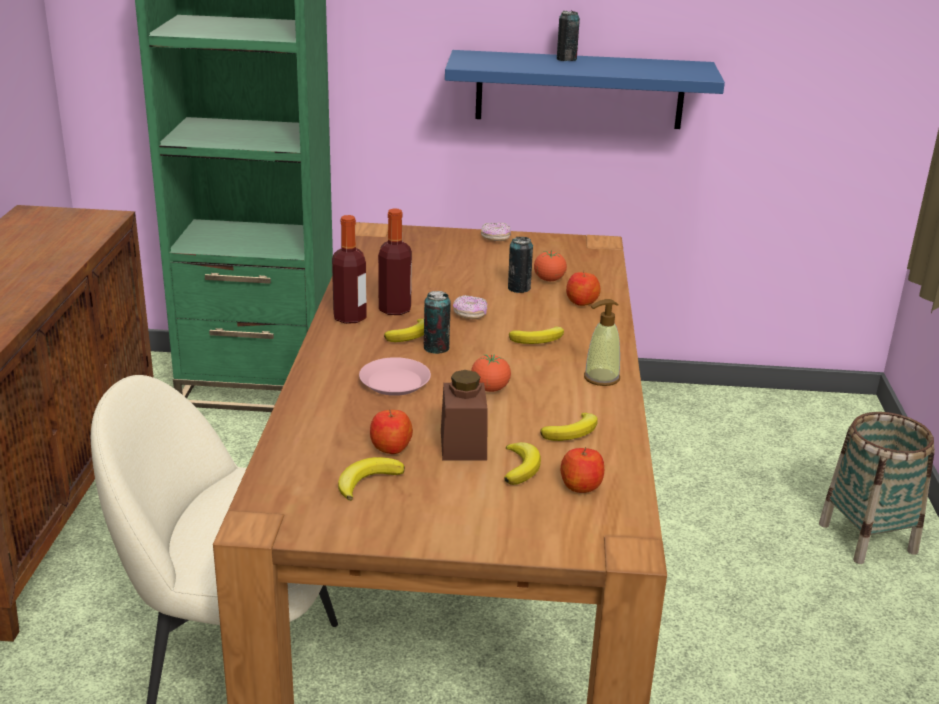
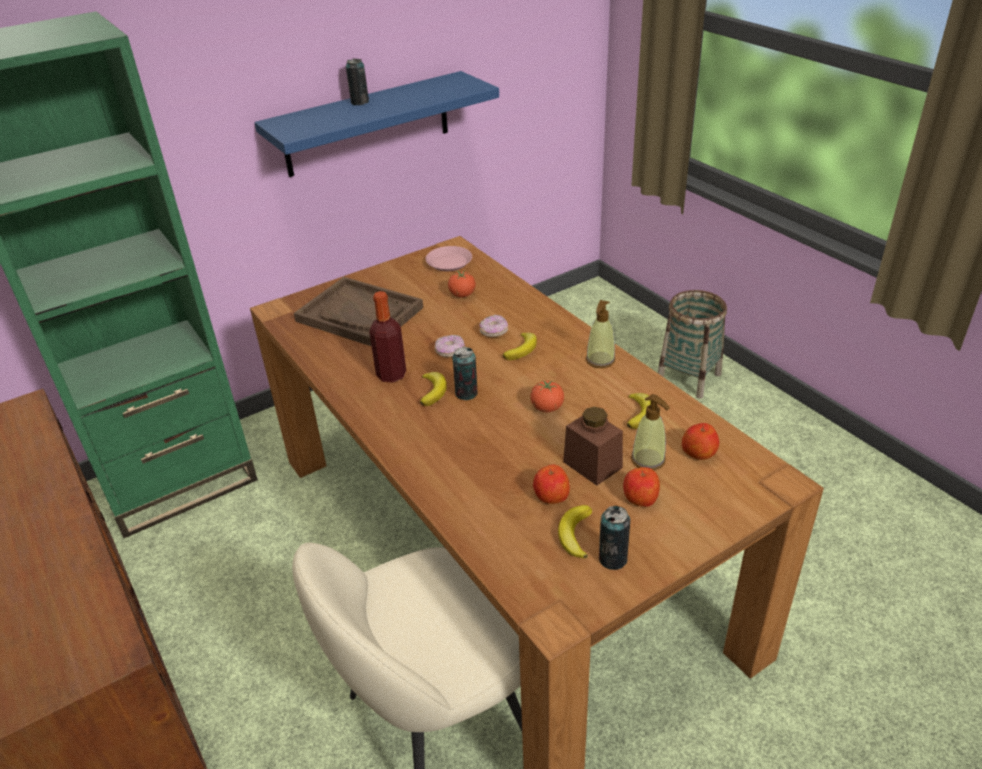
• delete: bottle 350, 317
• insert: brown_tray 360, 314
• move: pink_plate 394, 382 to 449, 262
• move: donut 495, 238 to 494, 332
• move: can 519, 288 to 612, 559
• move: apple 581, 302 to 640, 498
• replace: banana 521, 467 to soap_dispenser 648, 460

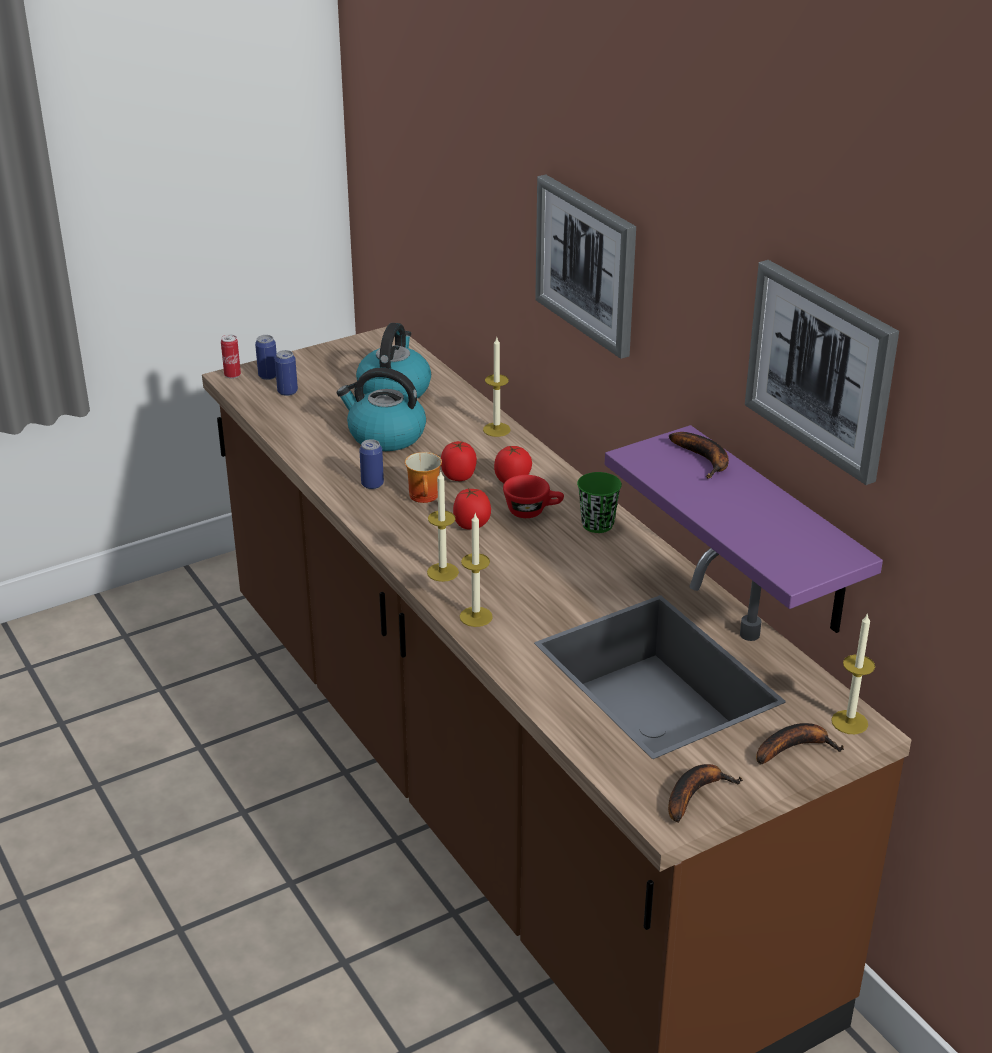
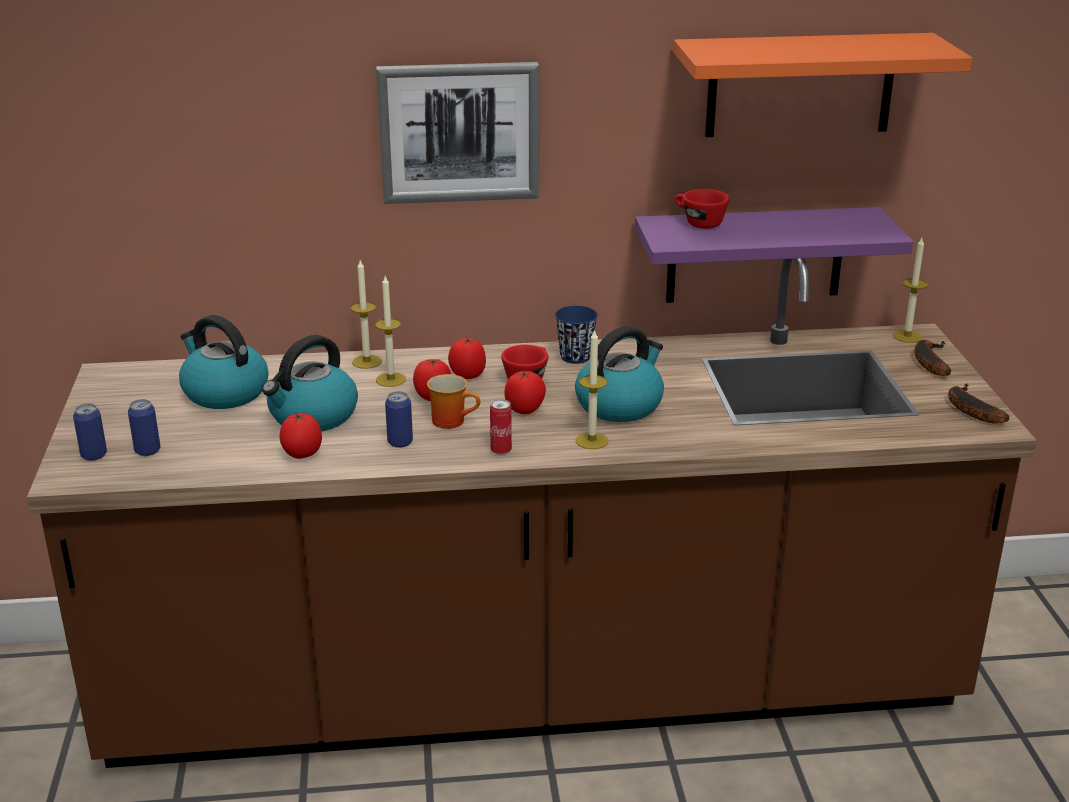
• insert: tomato 302, 455
• insert: kettle 619, 404
• move: can 232, 375 to 501, 450
• move: candle 476, 617 to 391, 379
• replace: banana 705, 460 to red_cup 698, 223
• replace: picture 821, 369 to orange_shelf 800, 85
• recolor: green_cup 597, 524 to blue_cup 575, 357

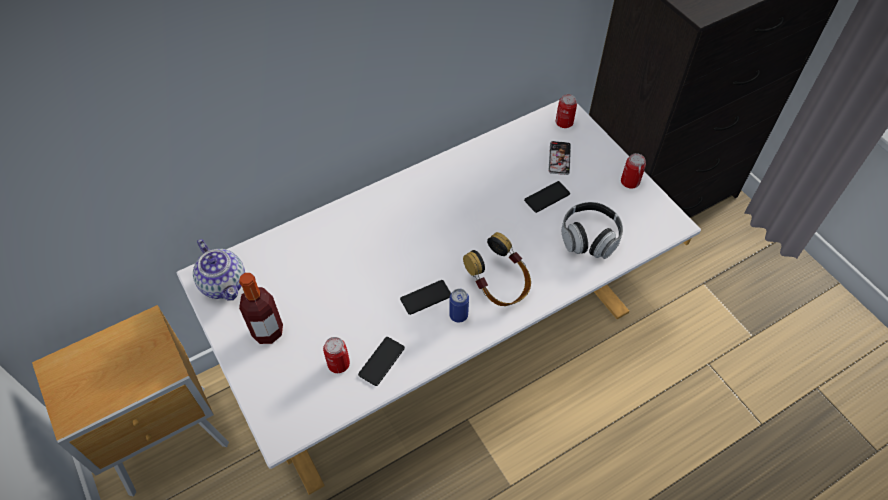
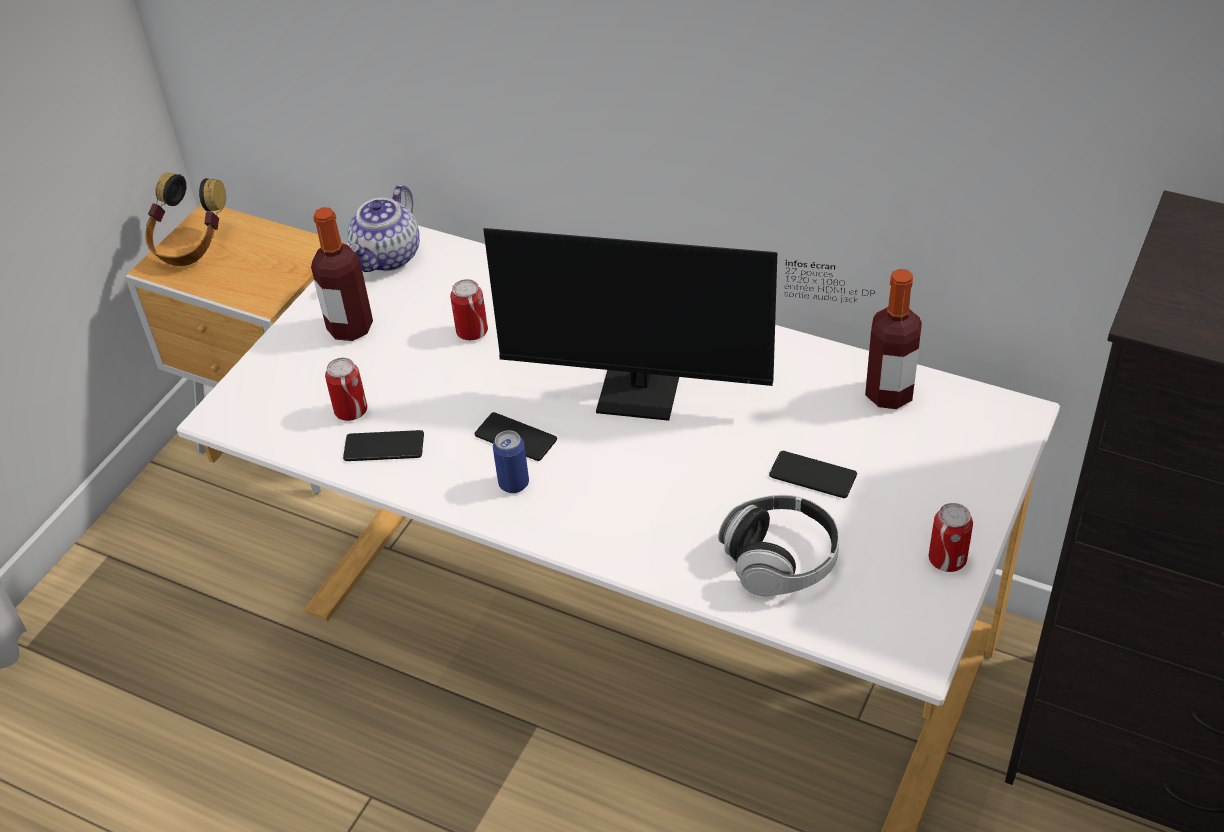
• delete: phone 559, 158
• insert: monitor 652, 395
• insert: bottle 889, 394
• move: headphones 499, 285 to 190, 245
• move: can 564, 123 to 472, 332

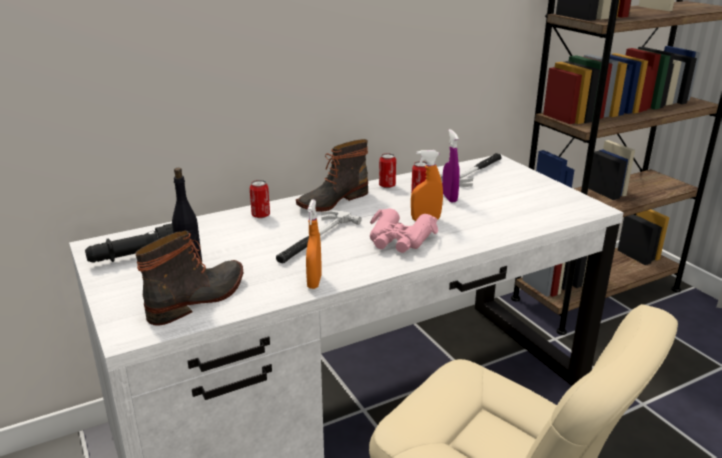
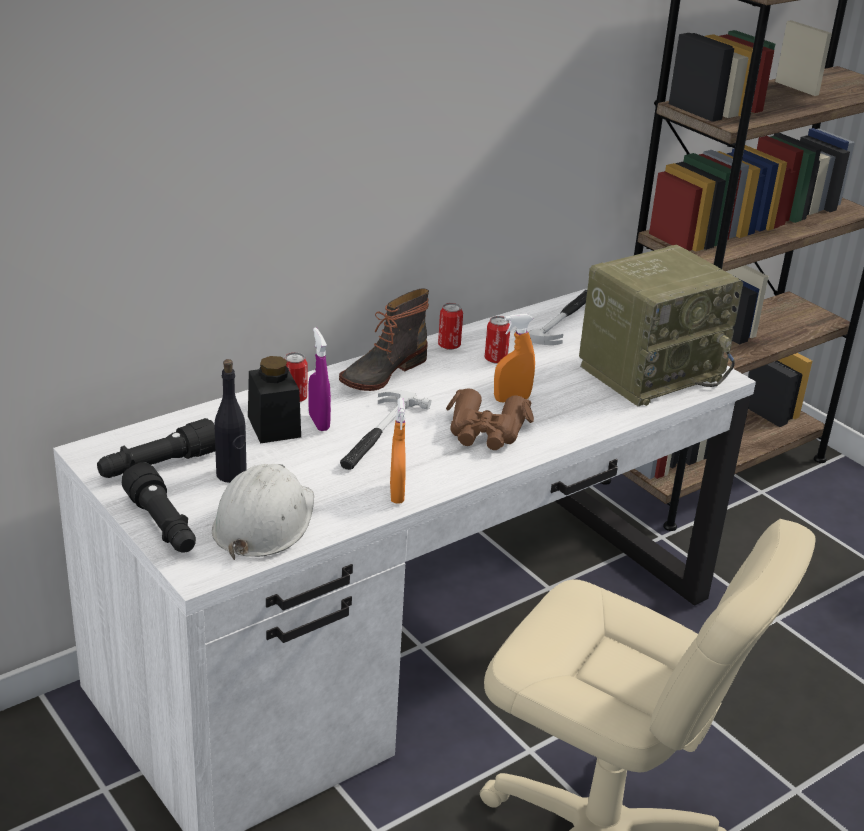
• insert: black_flashlight 163, 525
• insert: black_jar 274, 426
• insert: radio 651, 371
• move: purple_spray_bottle 449, 198 to 319, 422
• replace: boot 199, 298 to white_hard_hat 263, 522
• recolor: pink_binoculars 400, 240 to brown_binoculars 486, 431

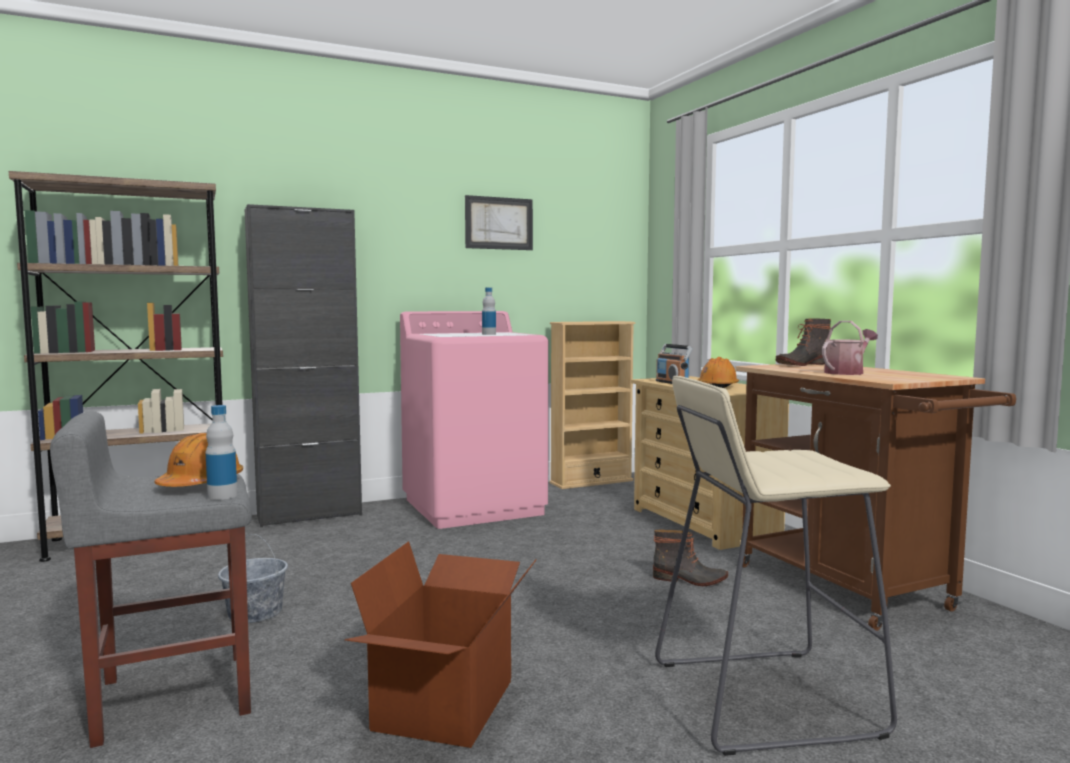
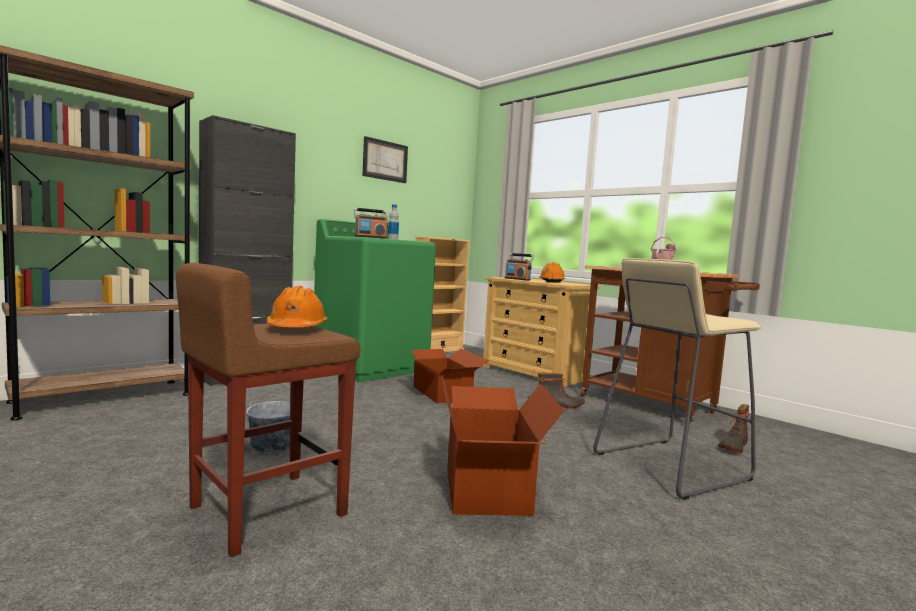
• delete: bottle 222, 496
• insert: radio 370, 237
• insert: cardboard_box 441, 393
• move: boot 802, 364 to 732, 446
• recolor: grey_stool 171, 697 to brown_stool 265, 511
• recolor: pink_washing_machine 474, 506 to green_washing_machine 371, 367

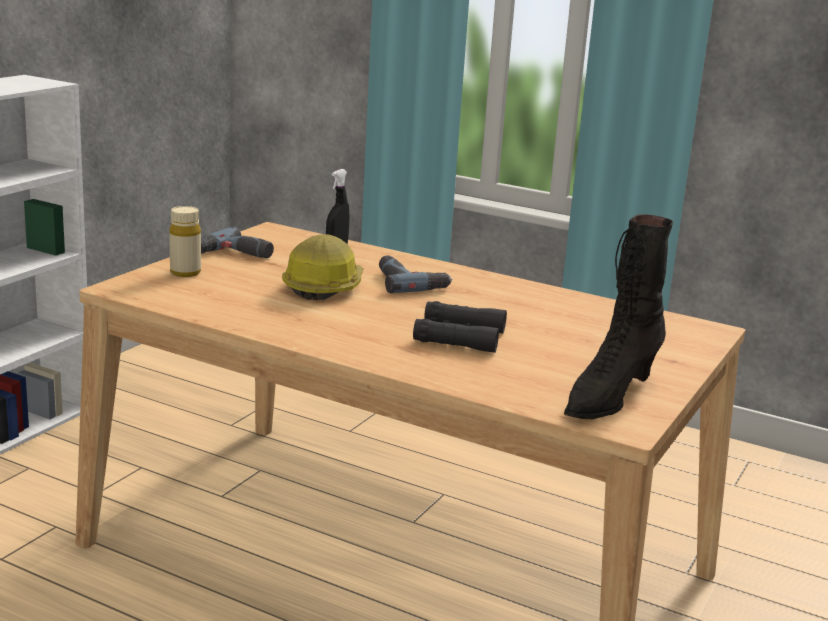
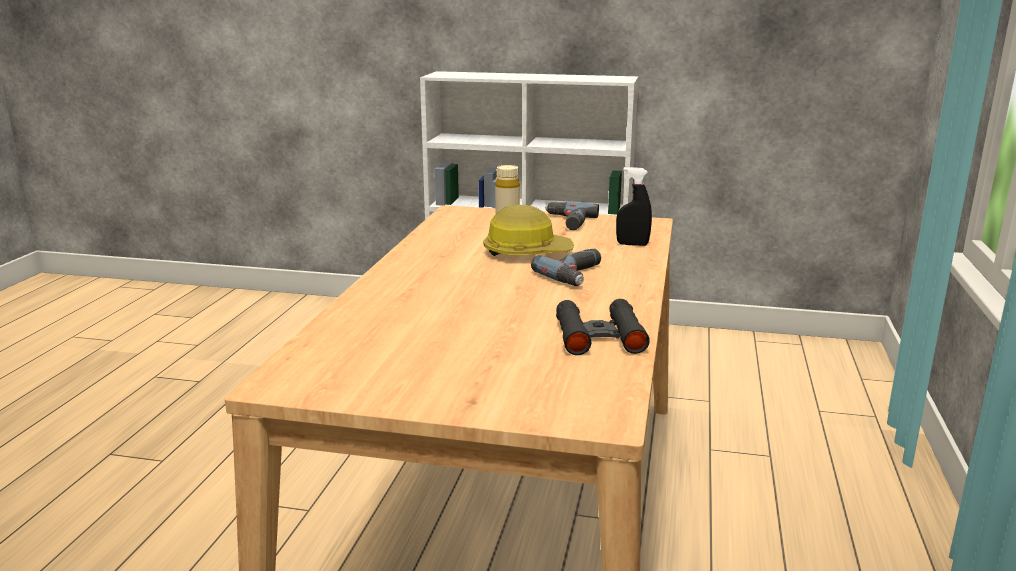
• delete: black_boot 609, 397
• move: black_binoculars 459, 336 to 599, 336

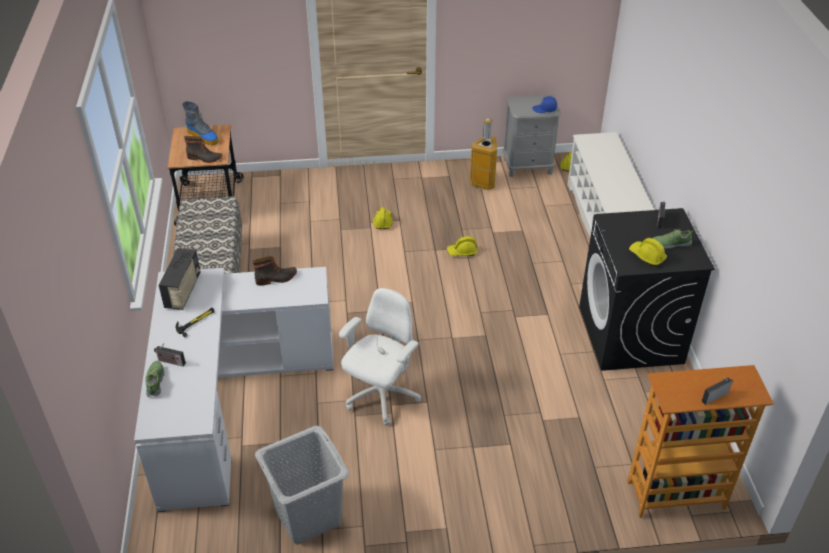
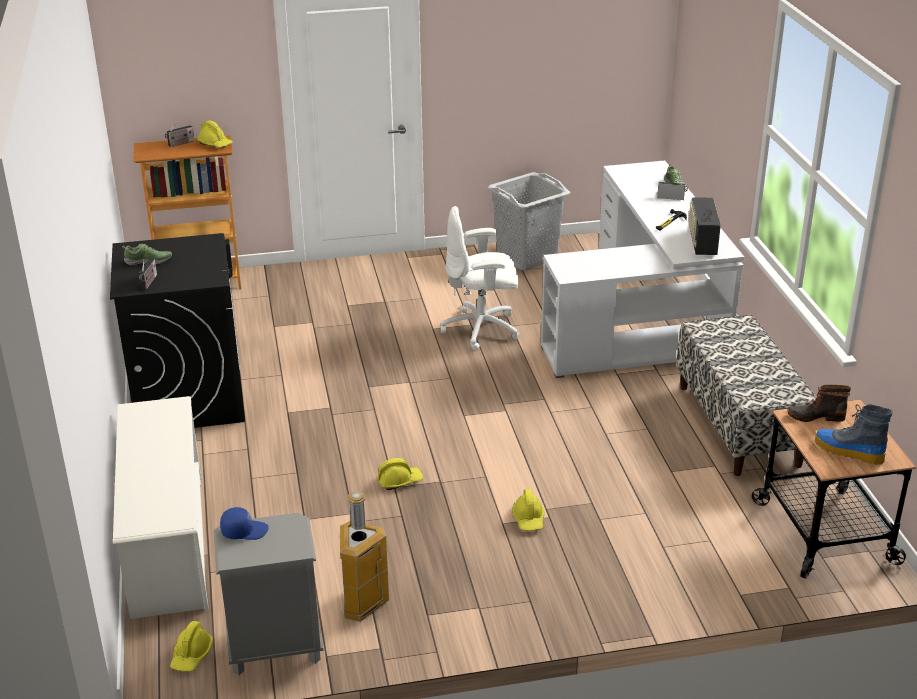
• delete: boot 276, 278
• move: yellow_hard_hat 647, 256 to 215, 144
• rotate: white_office_chair 381, 397 = 482, 329 60 degrees clockwise

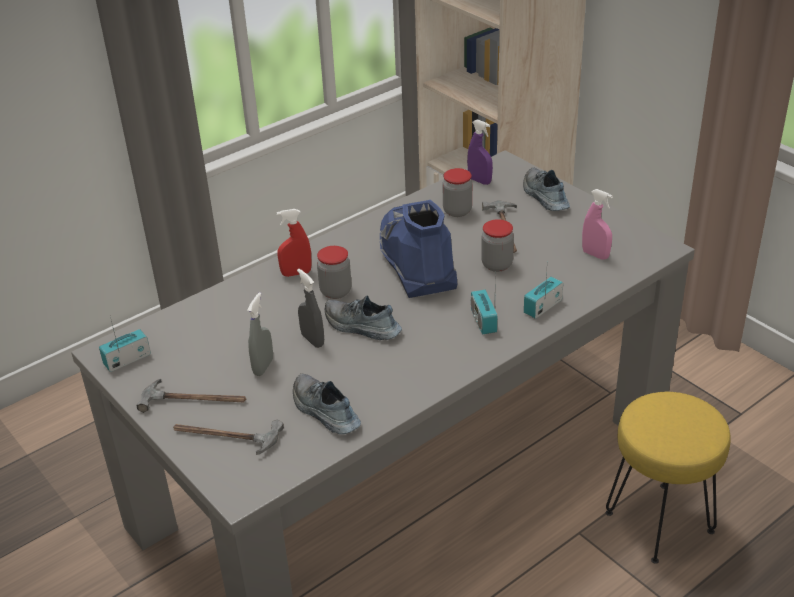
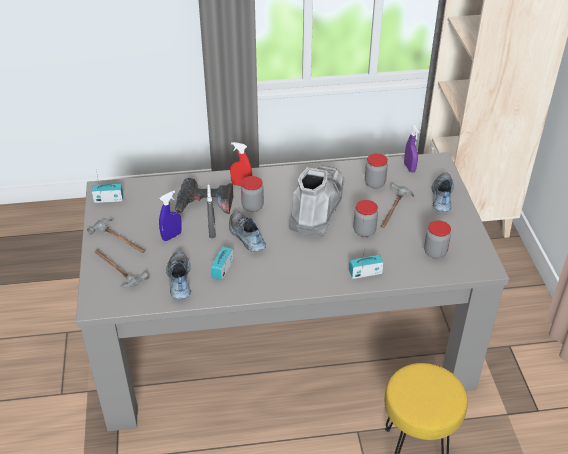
• insert: power_drill 204, 205
• move: radio 483, 321 to 222, 269
• replace: pink_spray_bottle 595, 255 to jar 435, 252
• recolor: grey_spray_bottle 263, 367 to blue_spray_bottle 171, 236
• recolor: blue_boot 416, 262 to grey_boot 317, 208

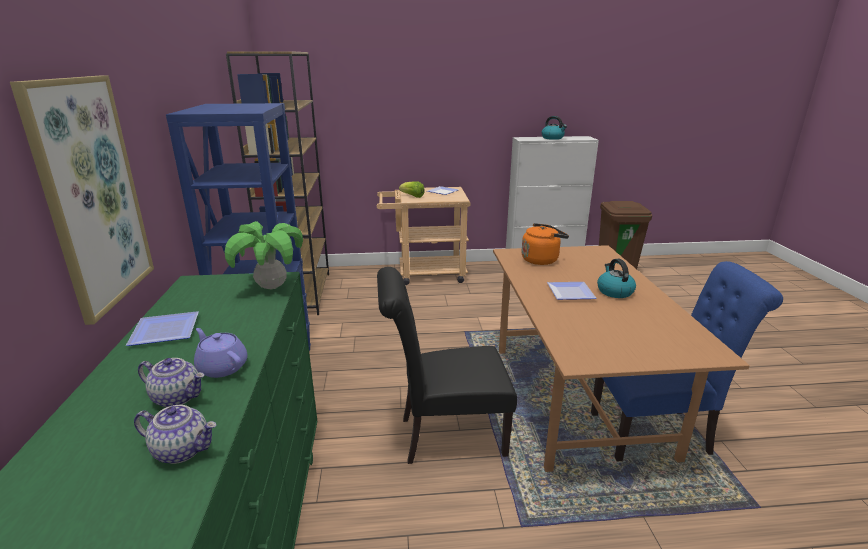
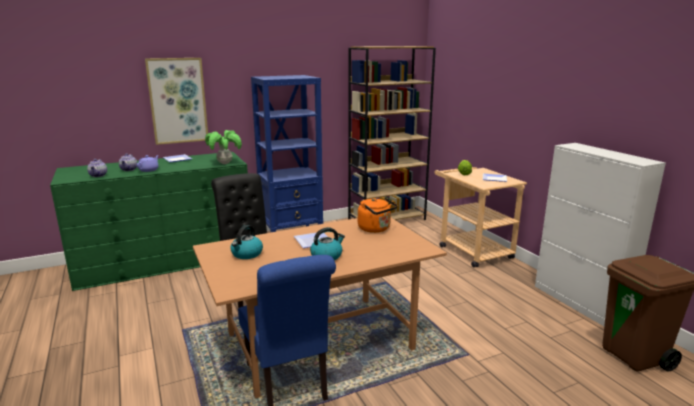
• move: kettle 553, 138 to 246, 254

